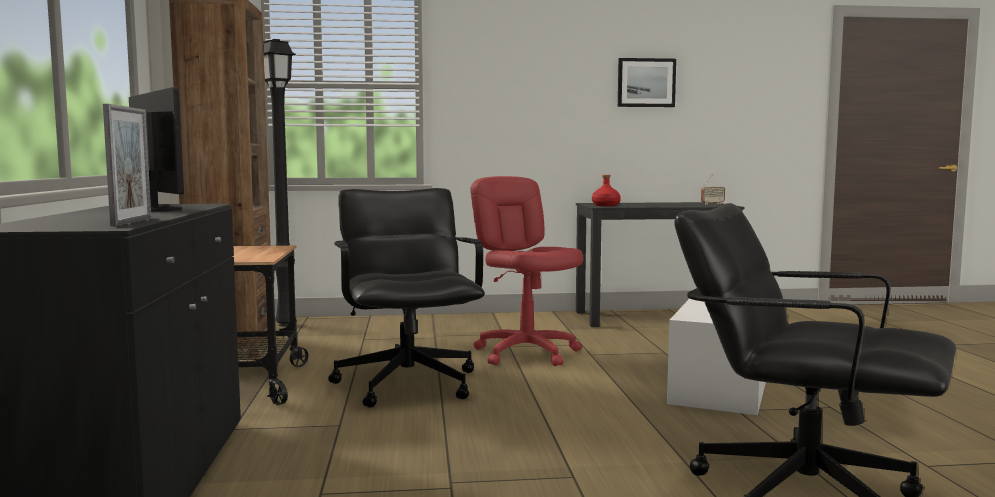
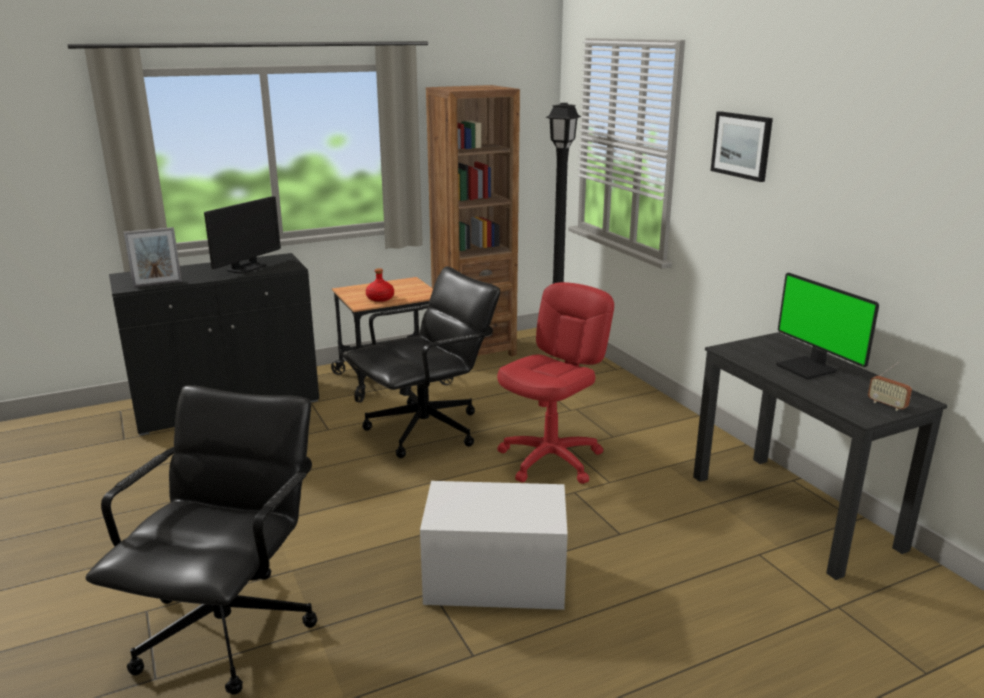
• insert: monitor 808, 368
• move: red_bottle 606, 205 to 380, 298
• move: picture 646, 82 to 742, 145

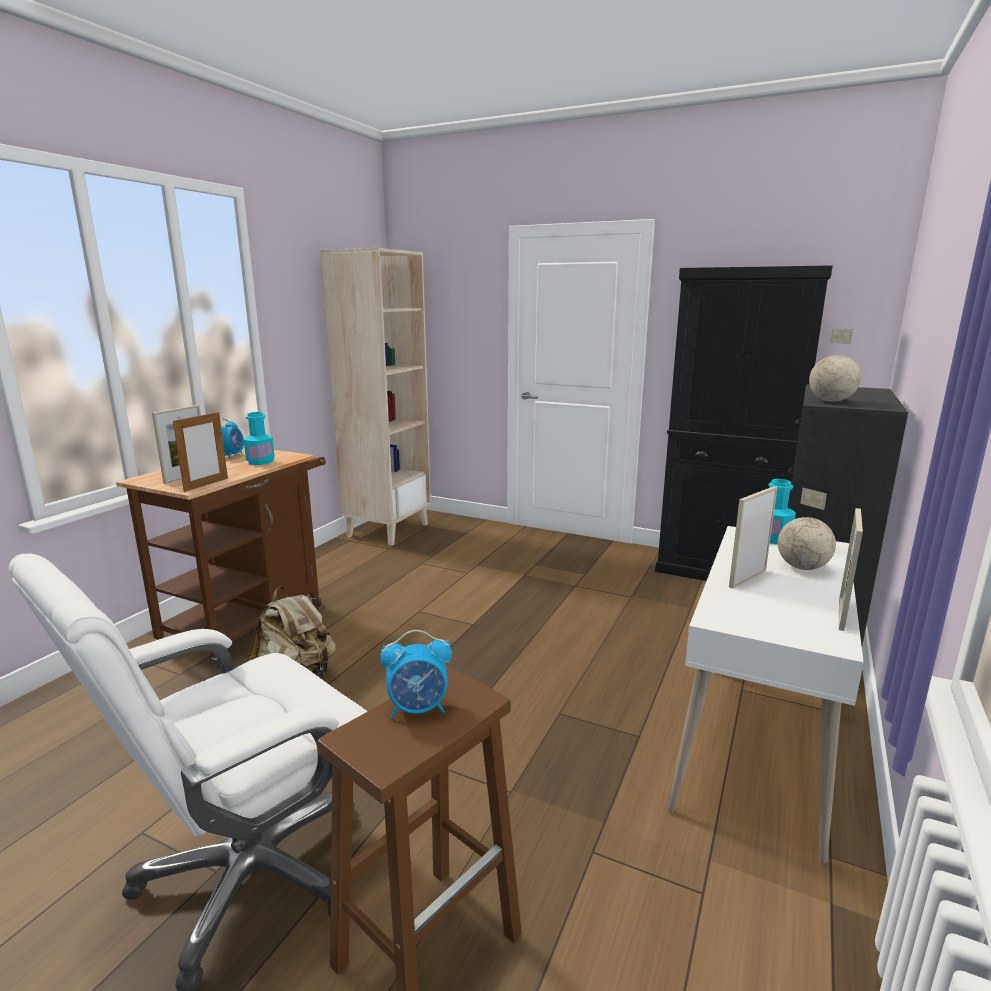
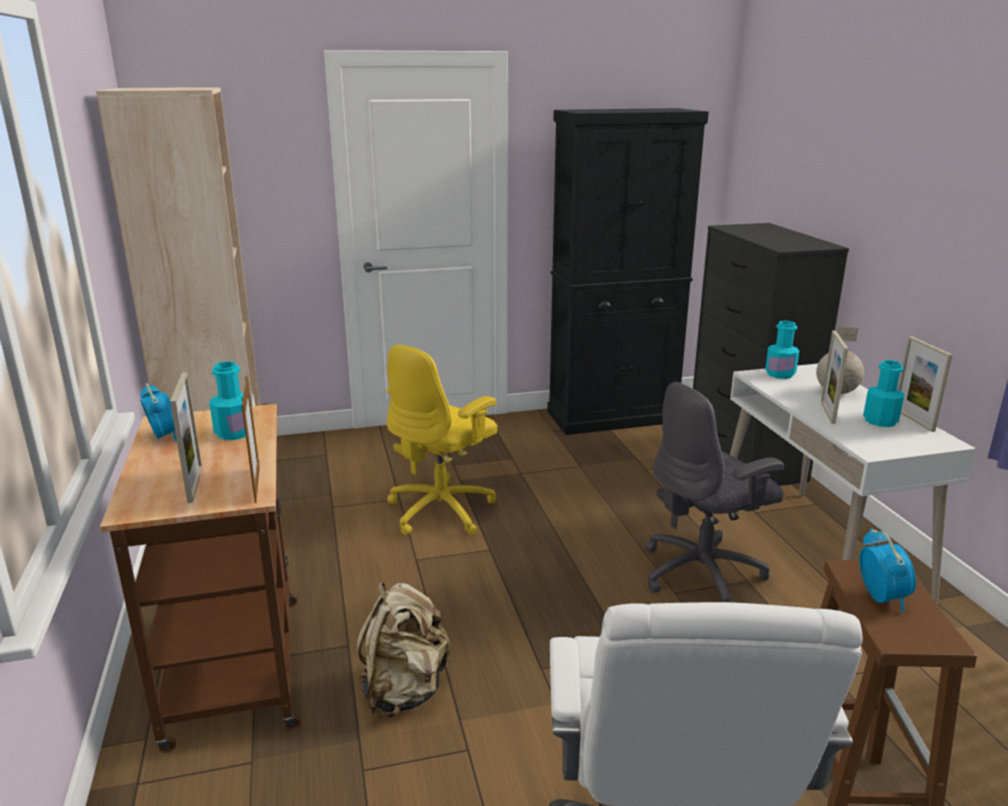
• delete: globe 831, 401
• insert: yellow_office_chair 442, 510
• insert: grey_office_chair 703, 574
• insert: turquoise_bottle 880, 421
• rotate: alarm_clock 418, 709 = 881, 597 45 degrees counterclockwise

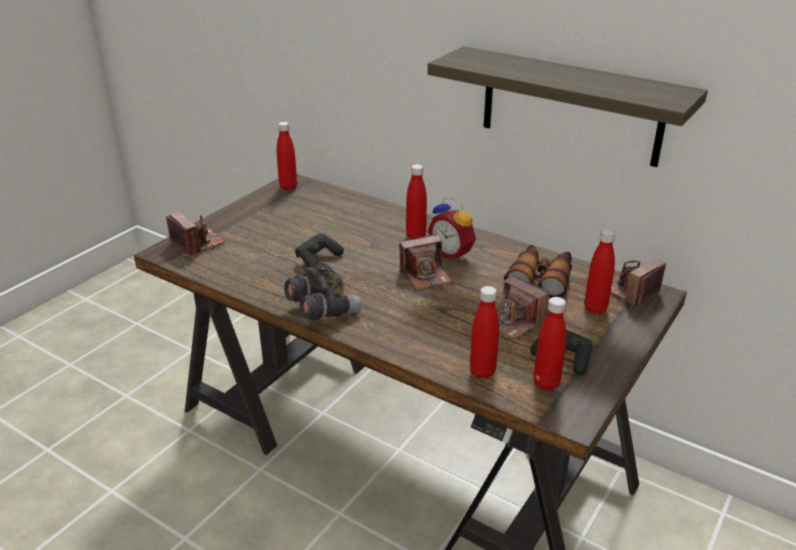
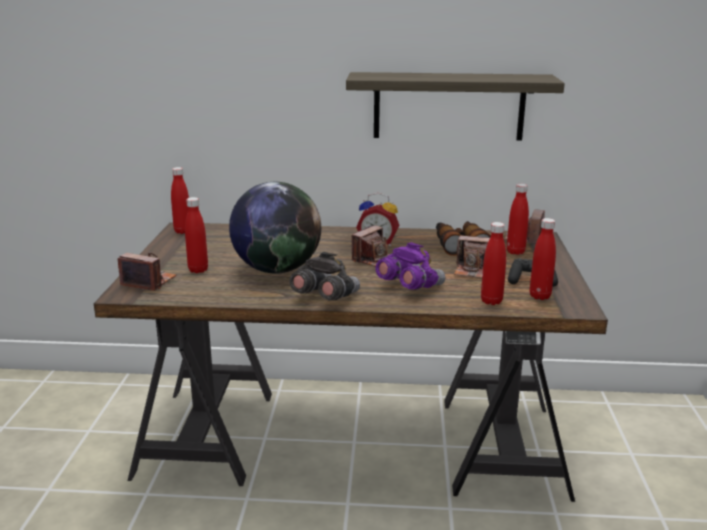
• insert: purple_binoculars 409, 286
• move: red_bottle 416, 235 to 198, 270
• replace: black_game_controller 318, 260 to globe 277, 269

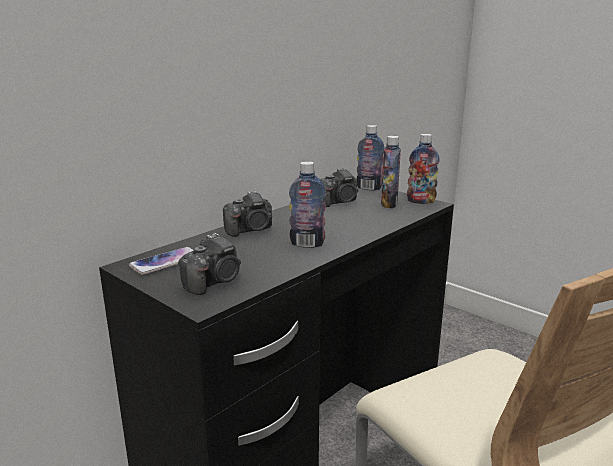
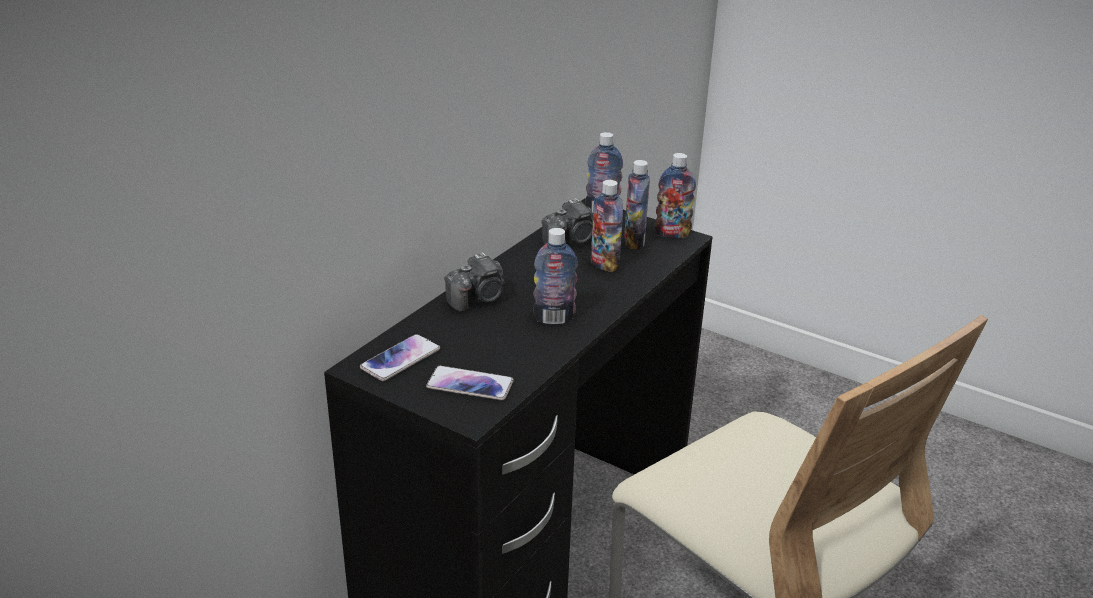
• insert: bottle 604, 264
• replace: photo_camera 214, 282 to phone 470, 384

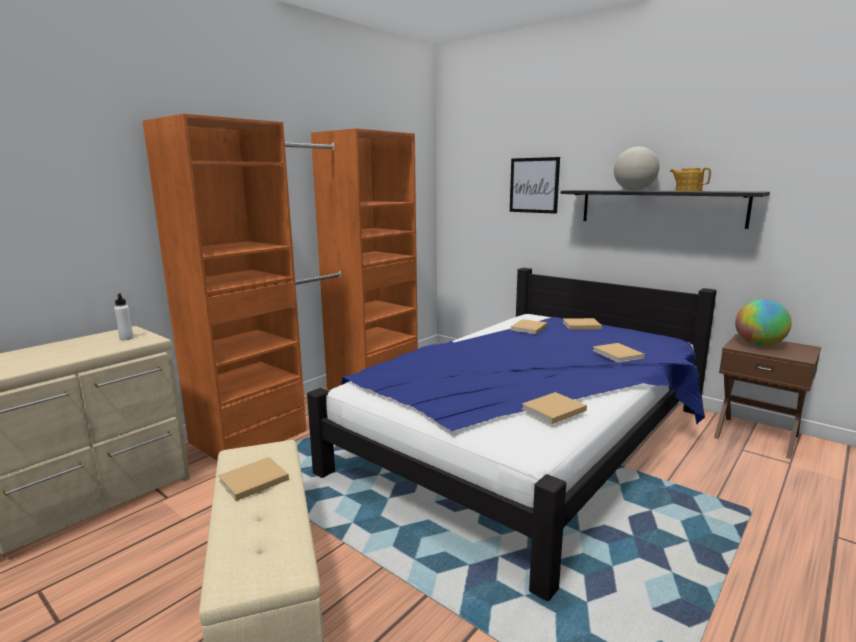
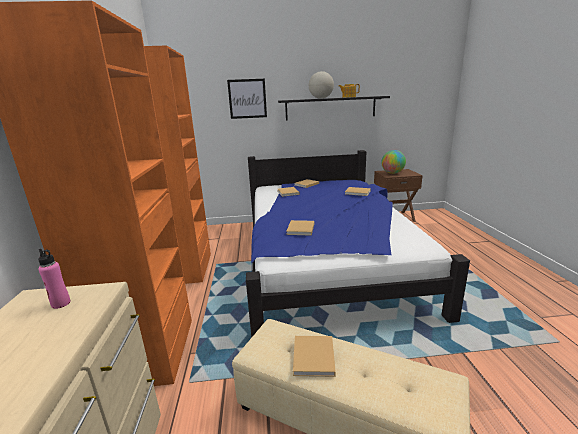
• move: beige_book 552, 410 to 300, 229
• recolor: white_bottle 126, 338 to pink_bottle 61, 303

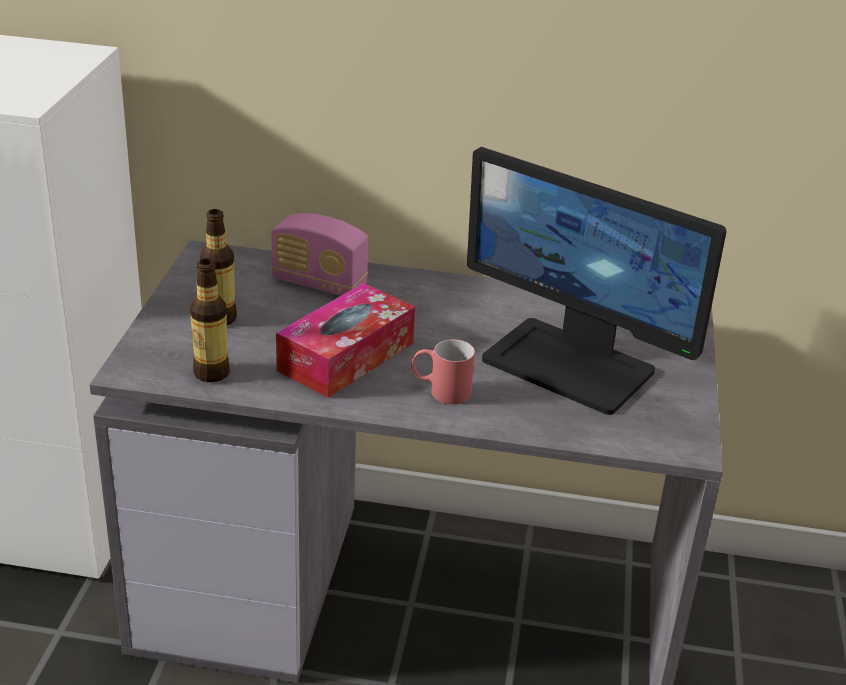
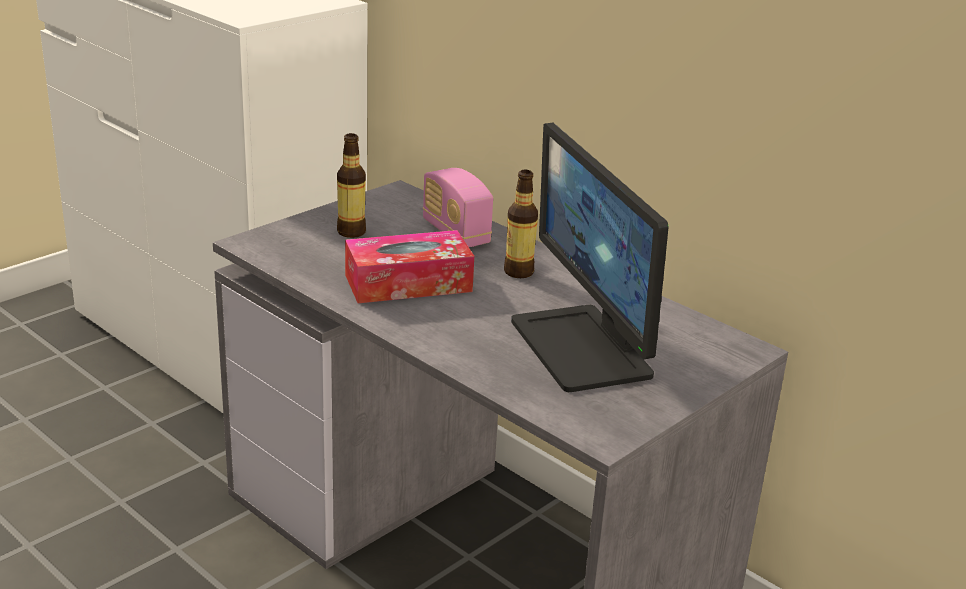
• delete: red_mug 440, 391
• move: bottle 211, 373 to 518, 272

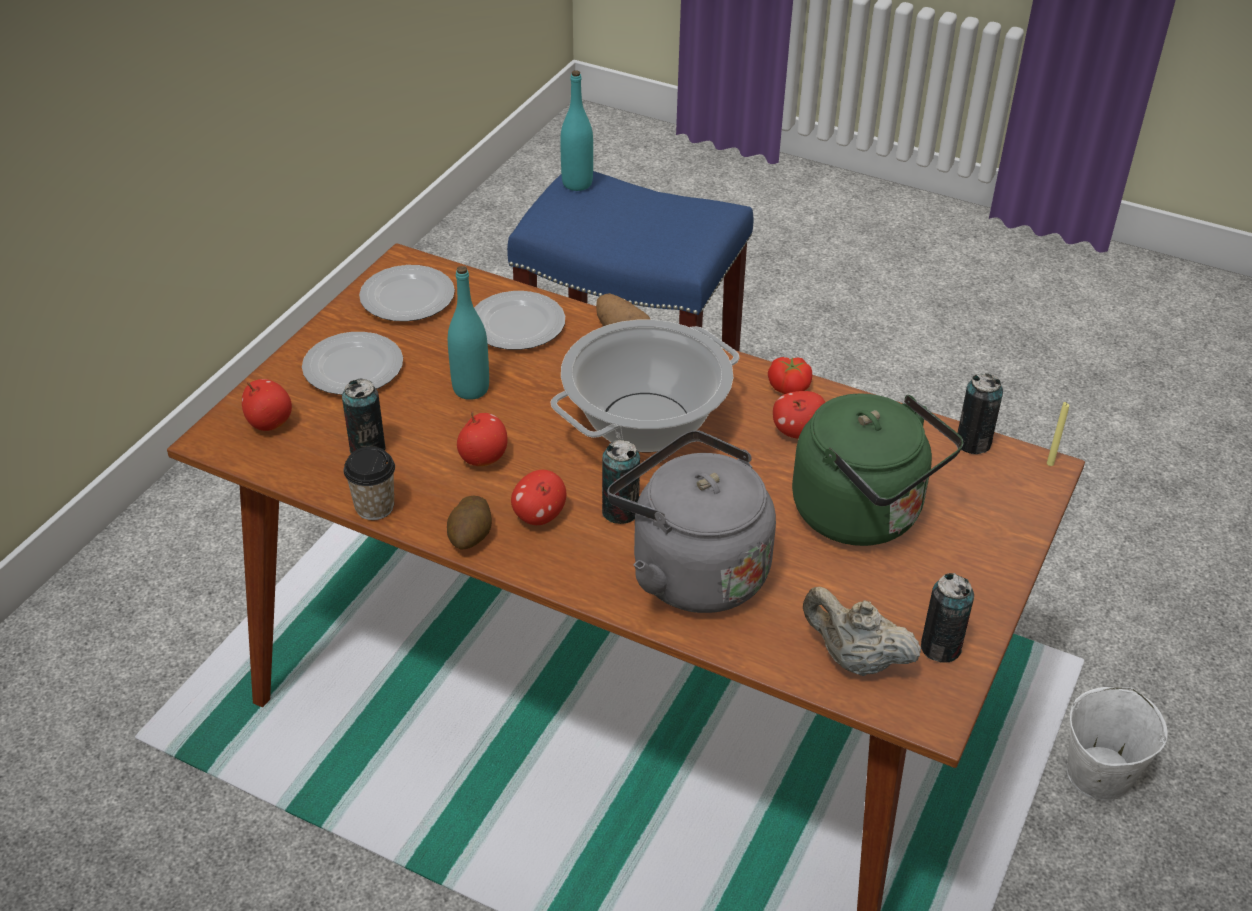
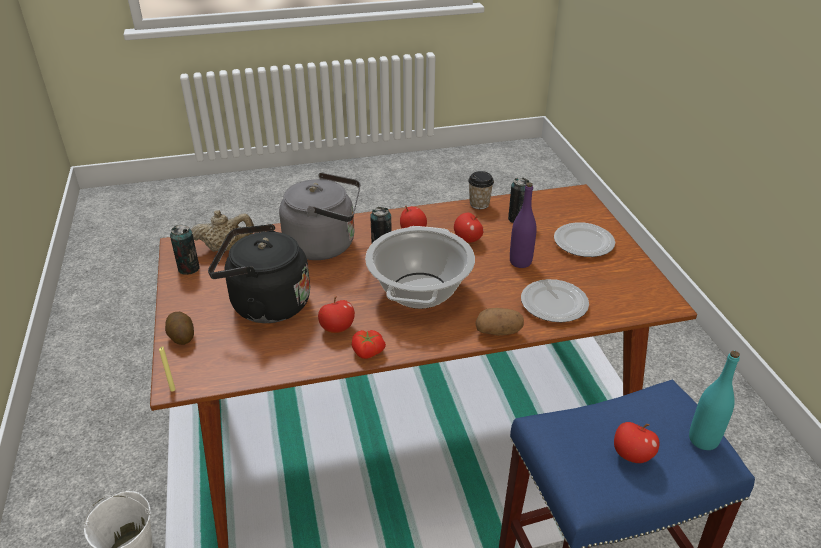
• delete: plate 407, 297
• delete: can 973, 443
• move: apple 269, 423 to 631, 455
• move: potato 470, 537 to 181, 336
• recolor: turquoise_bottle 471, 389 to purple_bottle 520, 262
• recolor: green_kettle 864, 515 to black_kettle 265, 304

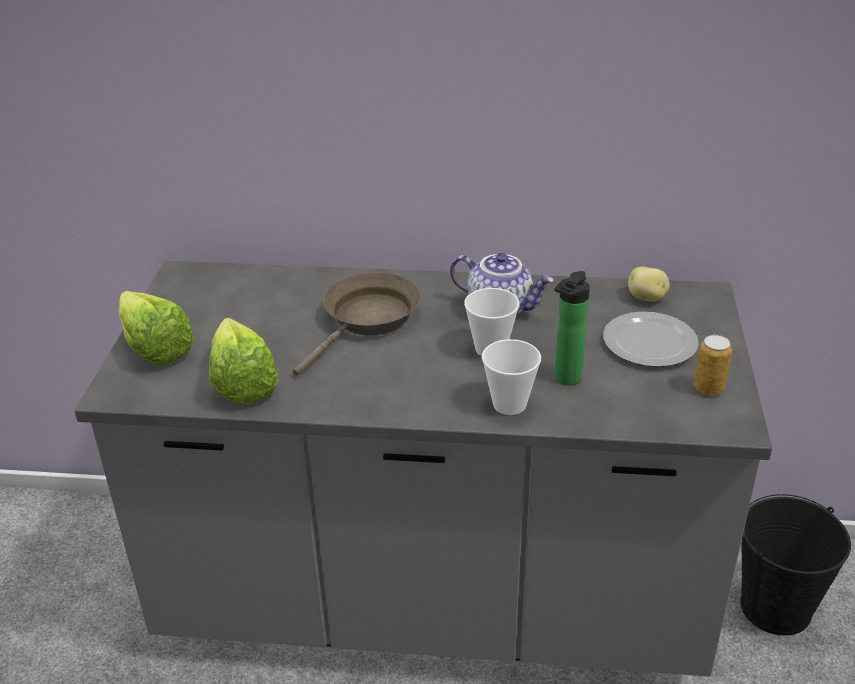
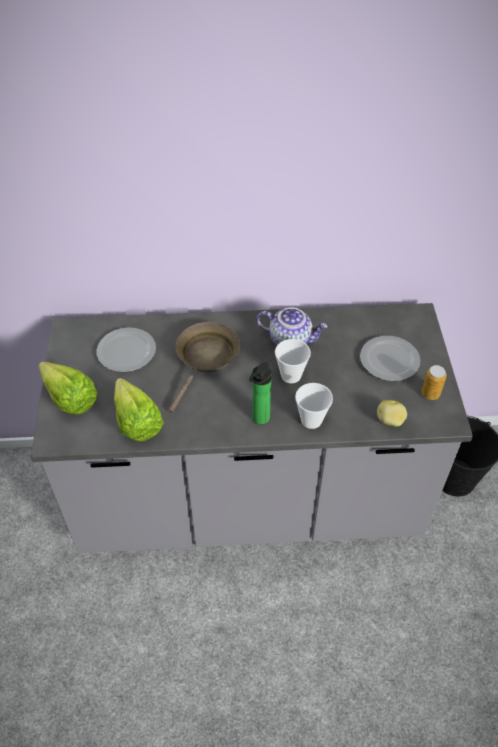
• insert: plate 125, 352
• move: bottle 565, 379 to 259, 419
• move: potato 646, 298 to 390, 420

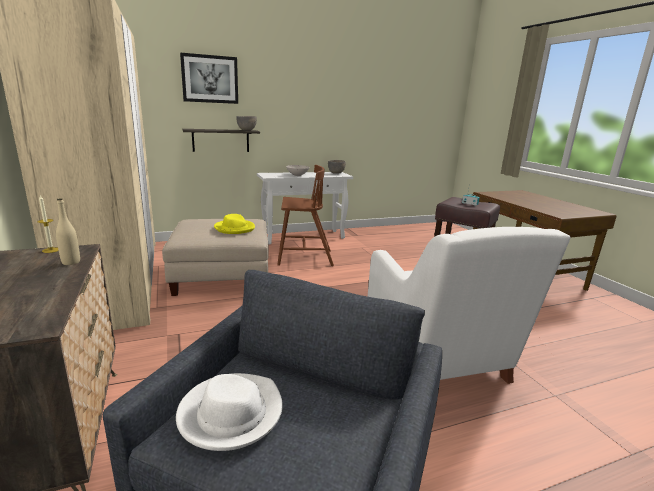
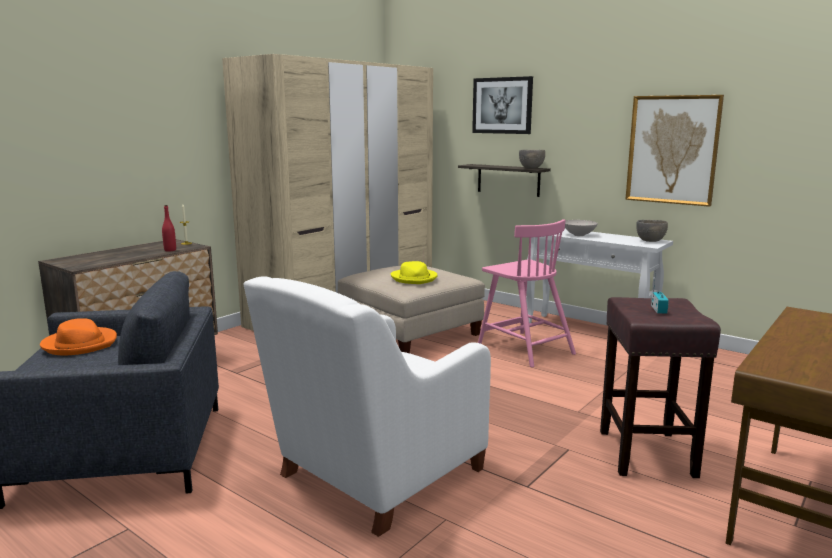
• insert: picture 672, 150
• recolor: beige_bottle 71, 262 to red_bottle 170, 250
• recolor: white_hat 231, 413 to orange_hat 80, 344
• recolor: brown_chair 303, 258 to pink_chair 524, 348

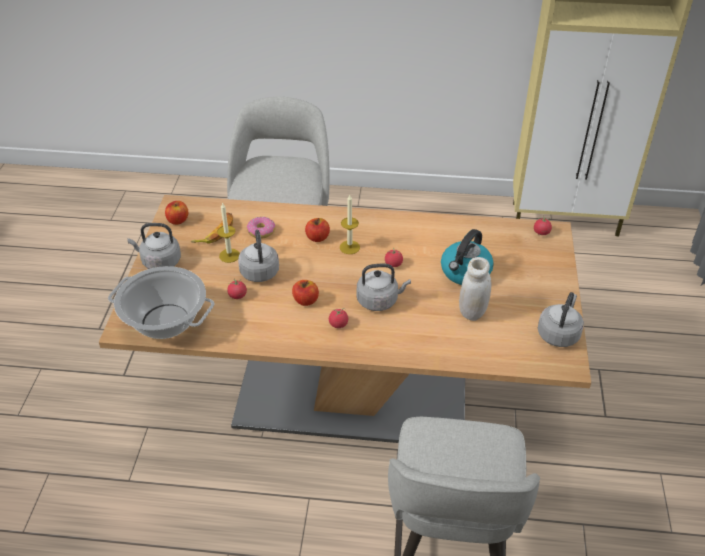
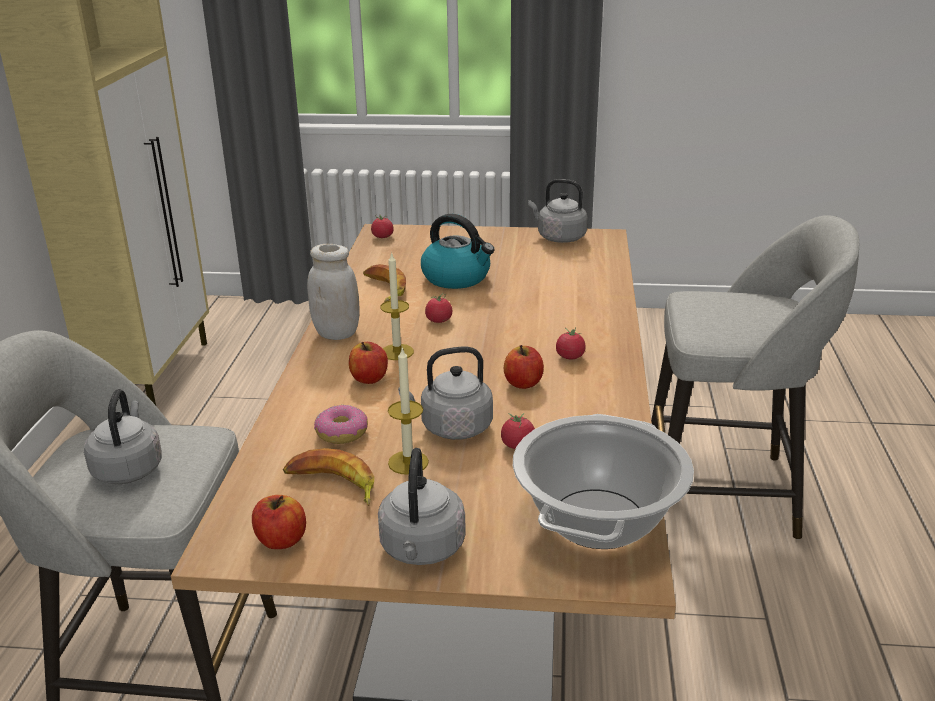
• insert: banana 383, 289
• move: grey_kettle 379, 300 to 129, 468
• move: white_jar 472, 312 to 337, 333

